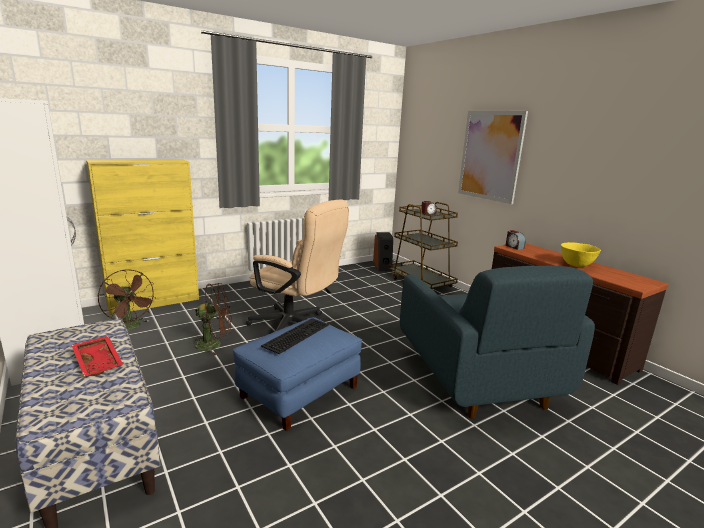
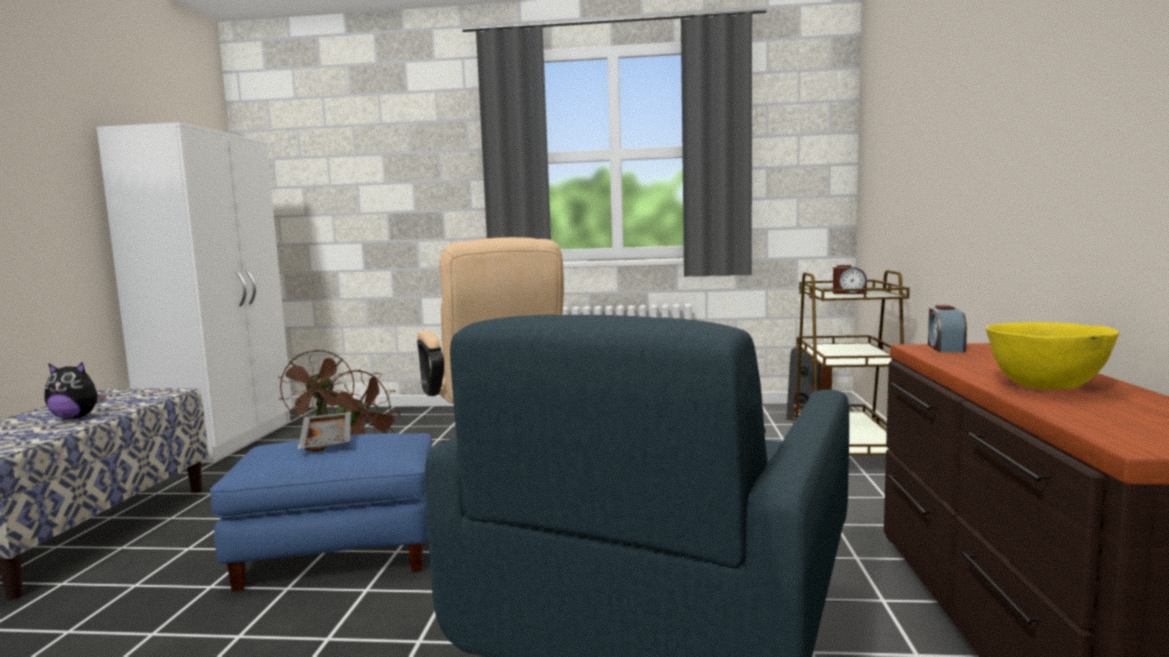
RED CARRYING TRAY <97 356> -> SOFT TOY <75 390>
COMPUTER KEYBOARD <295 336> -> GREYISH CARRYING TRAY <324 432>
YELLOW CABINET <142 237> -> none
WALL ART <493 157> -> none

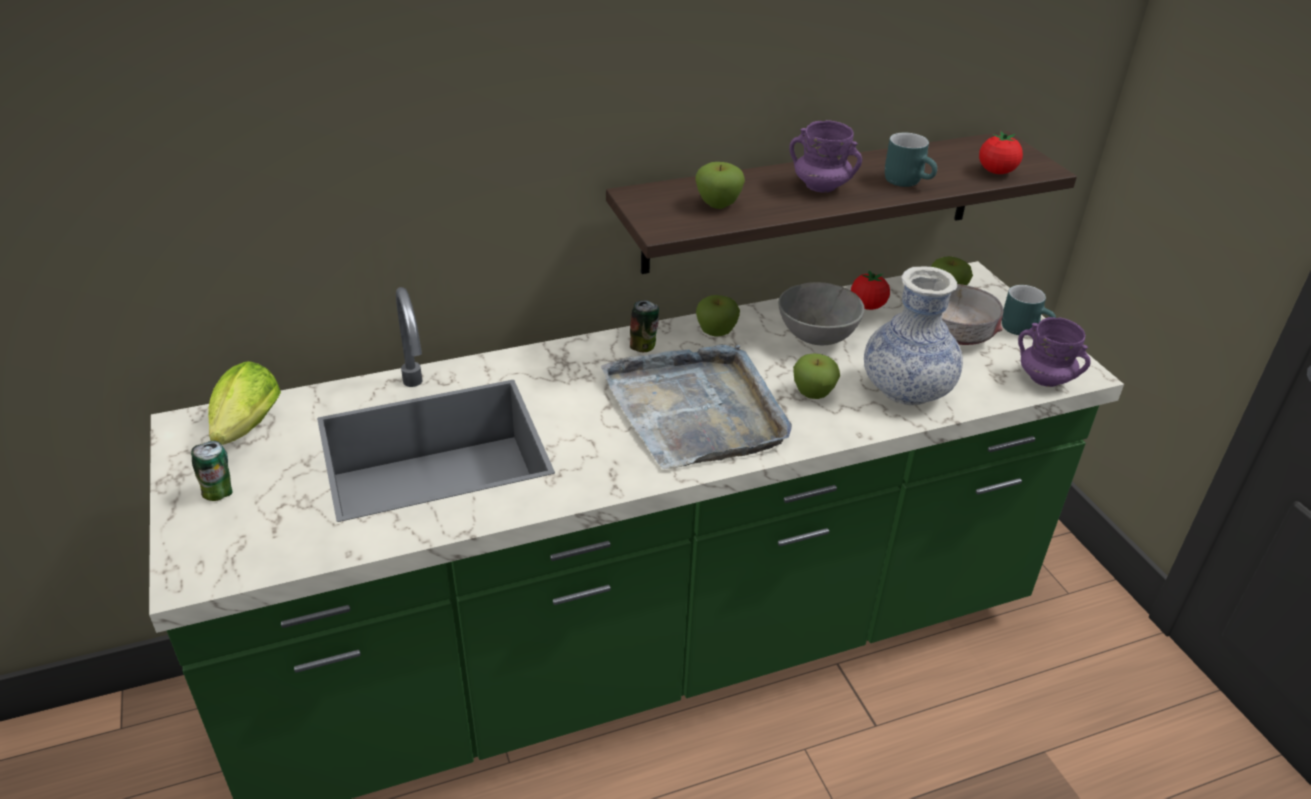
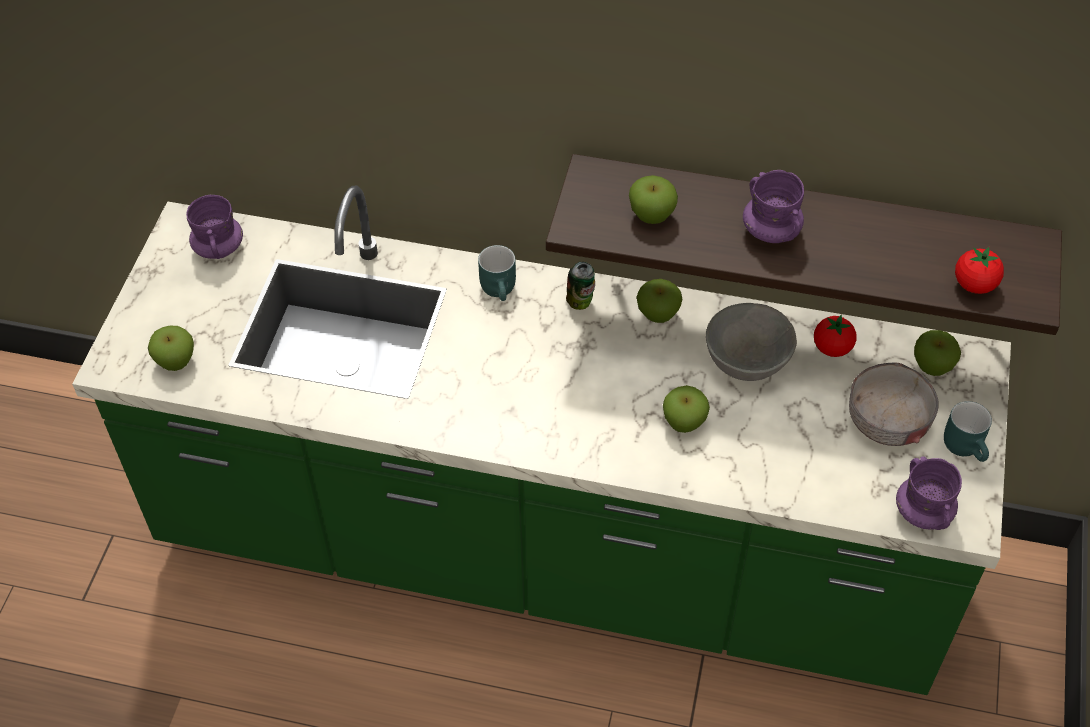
none -> APPLE <171 348>
LETTUCE <245 403> -> PURPLISH TEA MUG <214 227>
TURQUOISE-COLOURED TEA MUG <911 160> -> TURQUOISE-COLOURED TEA MUG <497 273>, relocated
SEALED CAN <211 471> -> none
GREYISH CARRYING TRAY <696 406> -> none
FLOWER VASE <913 336> -> none

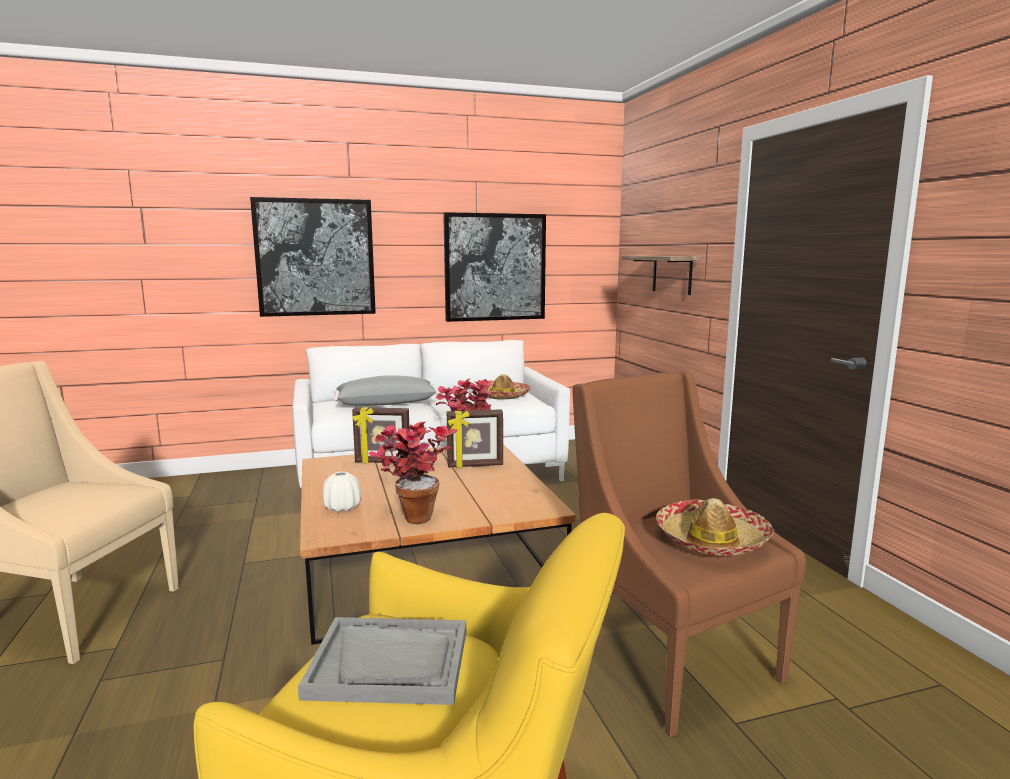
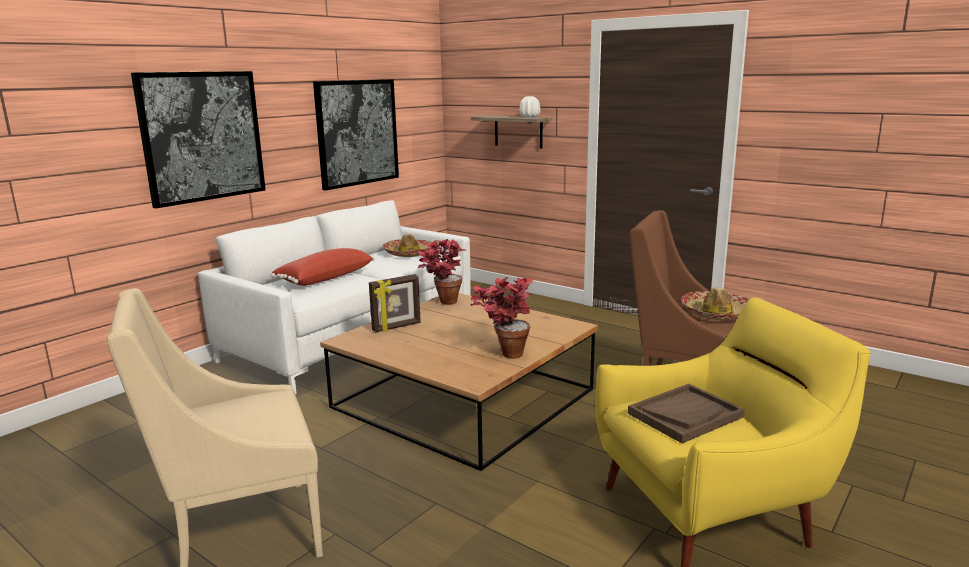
GREYISH PILLOW <386 390> -> RED PILLOW <322 267>
WHITE-COLOURED FLOWER VASE <341 492> -> WHITE-COLOURED FLOWER VASE <530 107>, relocated
GREYISH CARRYING TRAY <382 661> -> BROWNISH CARRYING TRAY <686 413>
PHOTO FRAME <475 438> -> none

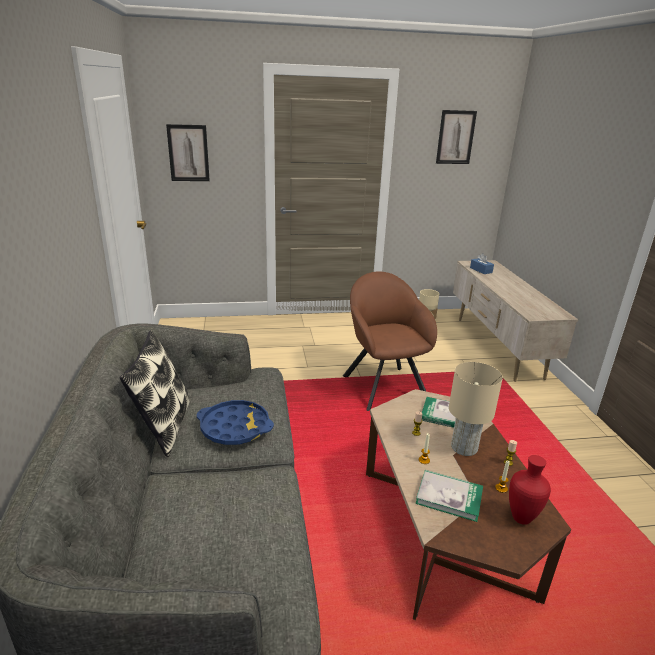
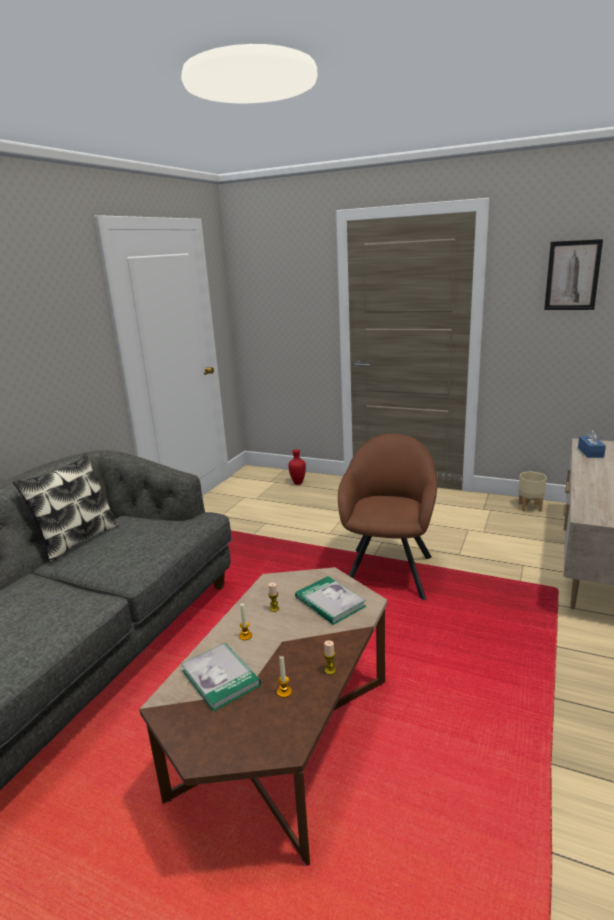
RED FLOWER VASE <530 490> -> RED FLOWER VASE <297 467>, relocated
WALL ART <188 152> -> none
BLUE-COLOURED CARRYING TRAY <235 422> -> none
SAND-COLOURED LAMP FOR A TABLE <476 409> -> none

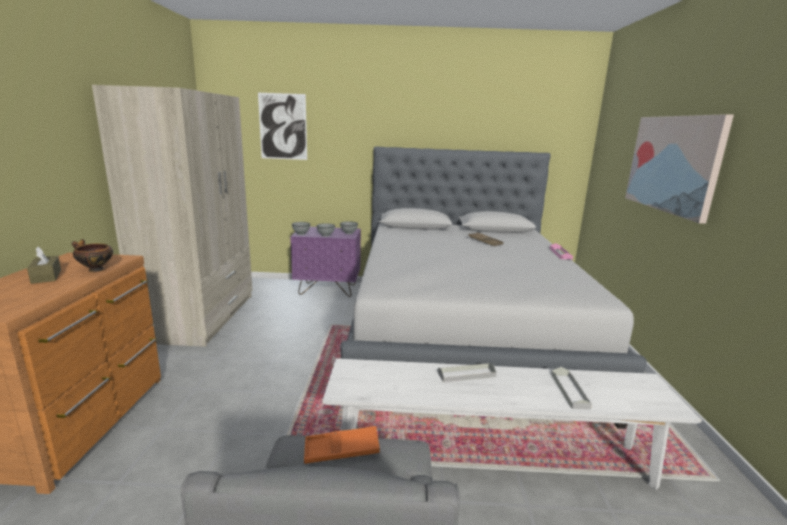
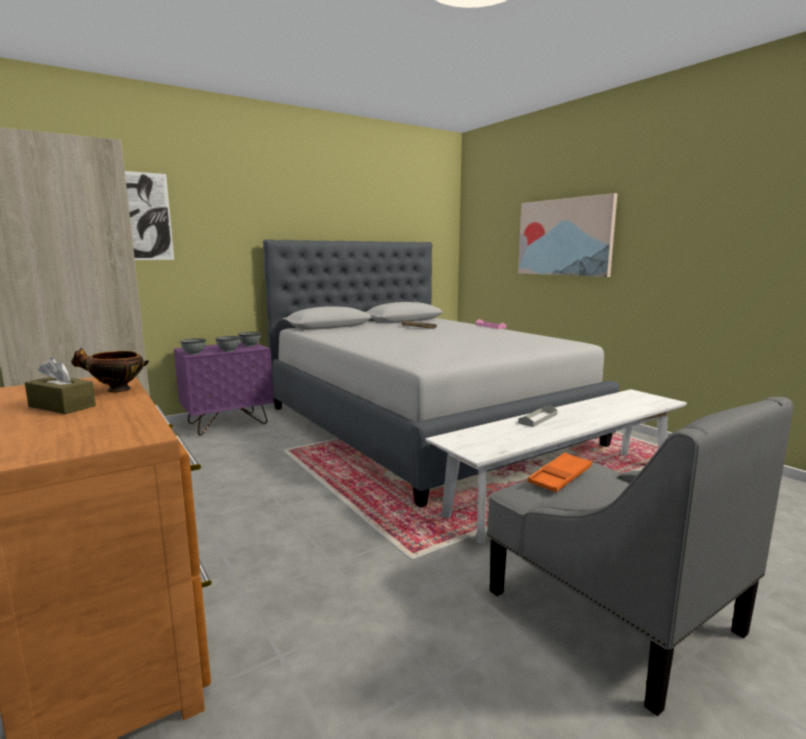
GREYISH CARRYING TRAY <571 388> -> none

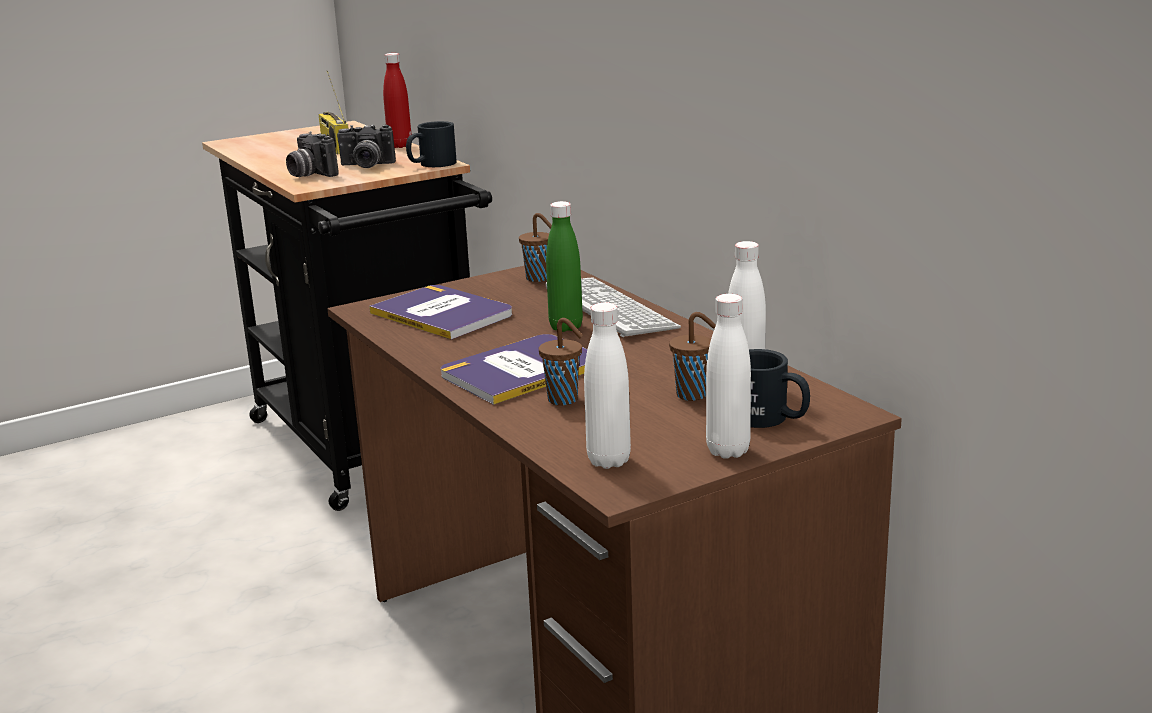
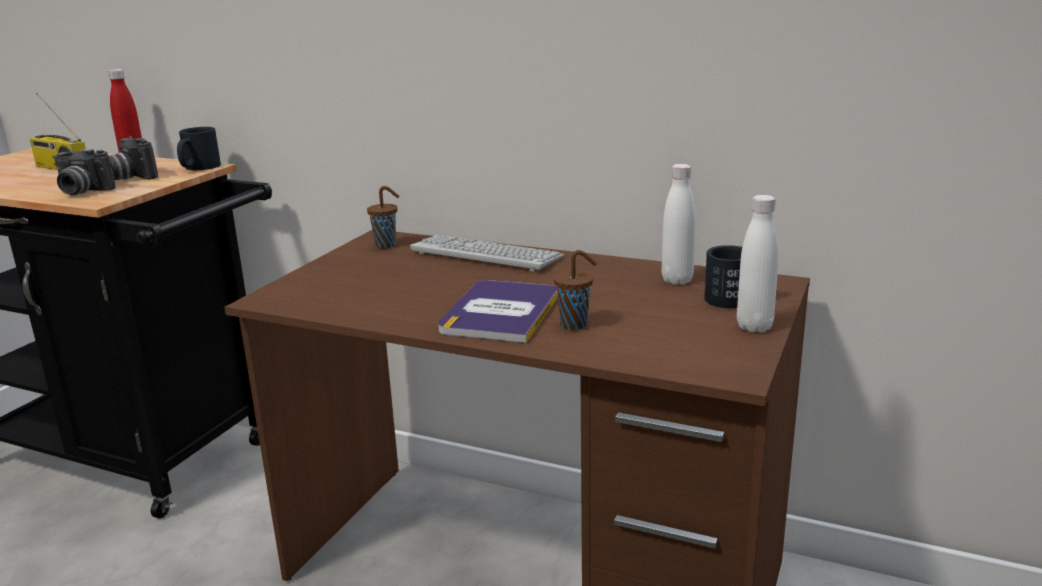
STILL CAMERA <366 146> -> STILL CAMERA <133 158>, 75 degrees clockwise
BOOK <440 312> -> none
GREEN-COLOURED BOTTLE <564 266> -> none
WHITE-COLOURED BOTTLE <607 386> -> none
BROWNISH DRINKING CUP <692 356> -> none

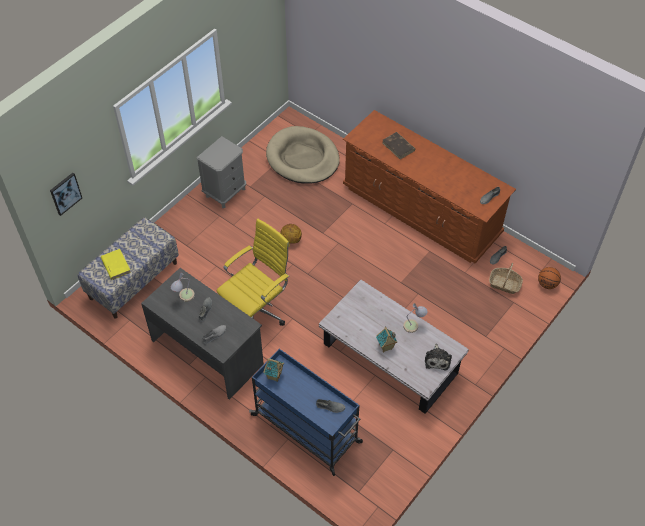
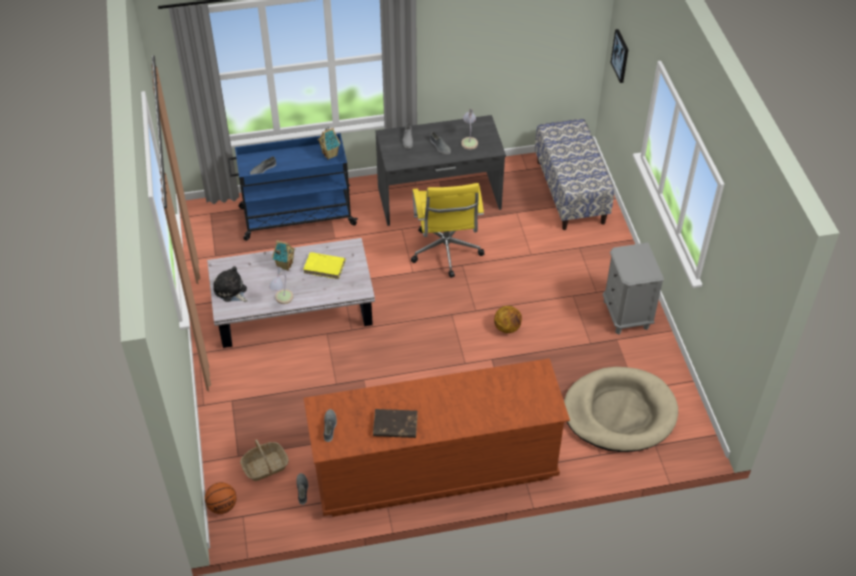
YELLOW BOOK <116 264> -> YELLOW BOOK <324 265>, relocated
BROWNISH BOOK <399 145> -> BROWNISH BOOK <395 423>, relocated

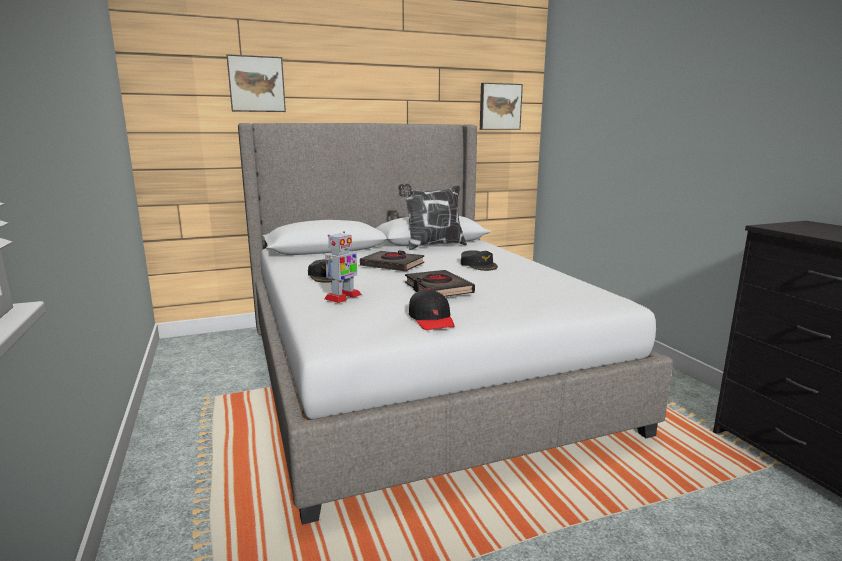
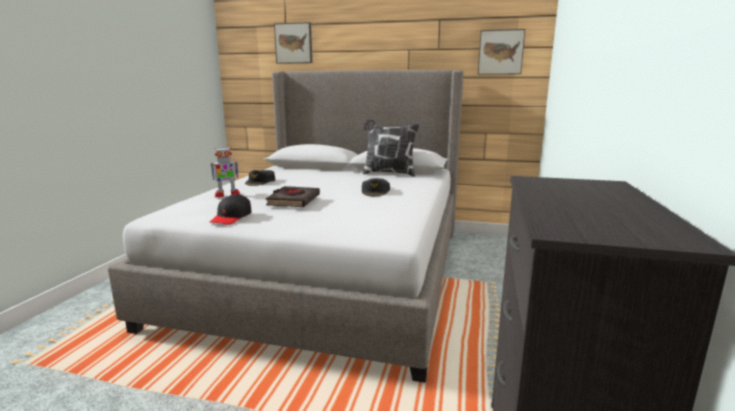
BLACKISH BOOK <392 260> -> none

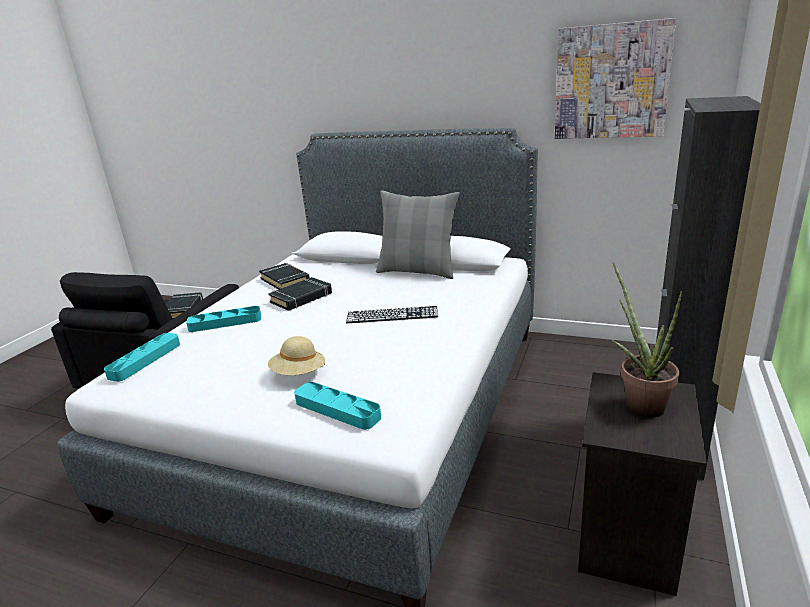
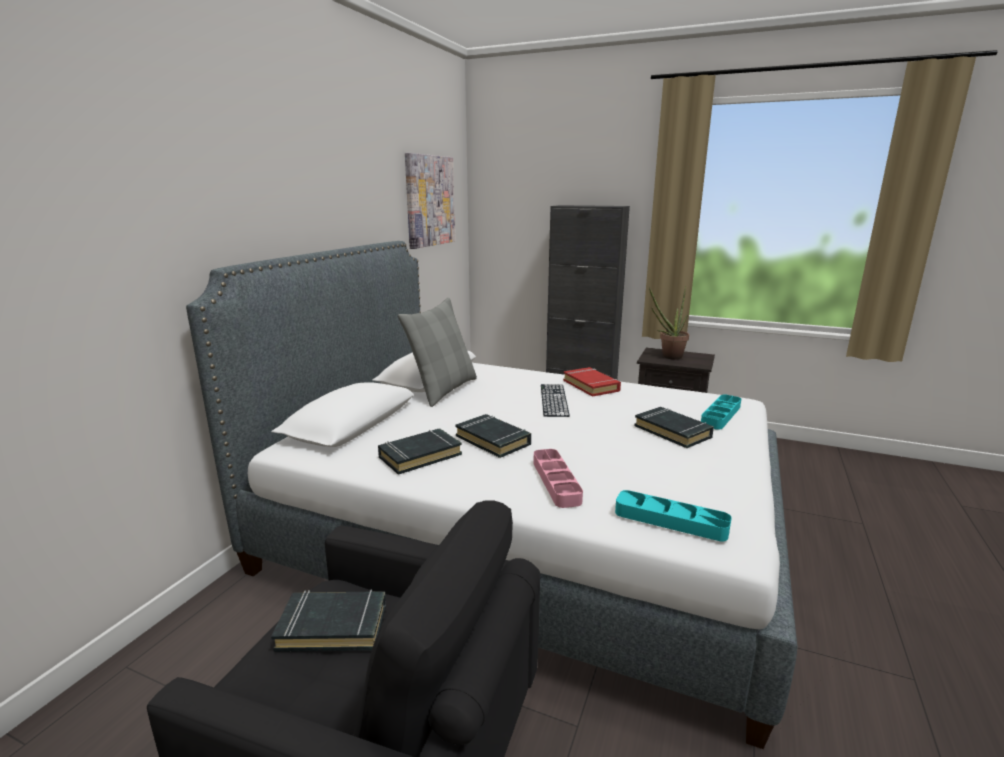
TURQUOISE-COLOURED CARRYING TRAY <223 319> -> PINKISH CARRYING TRAY <558 478>
none -> RED BOOK <592 382>
SAND-COLOURED WEARABLE HAT <296 355> -> BLACKISH BOOK <674 427>

